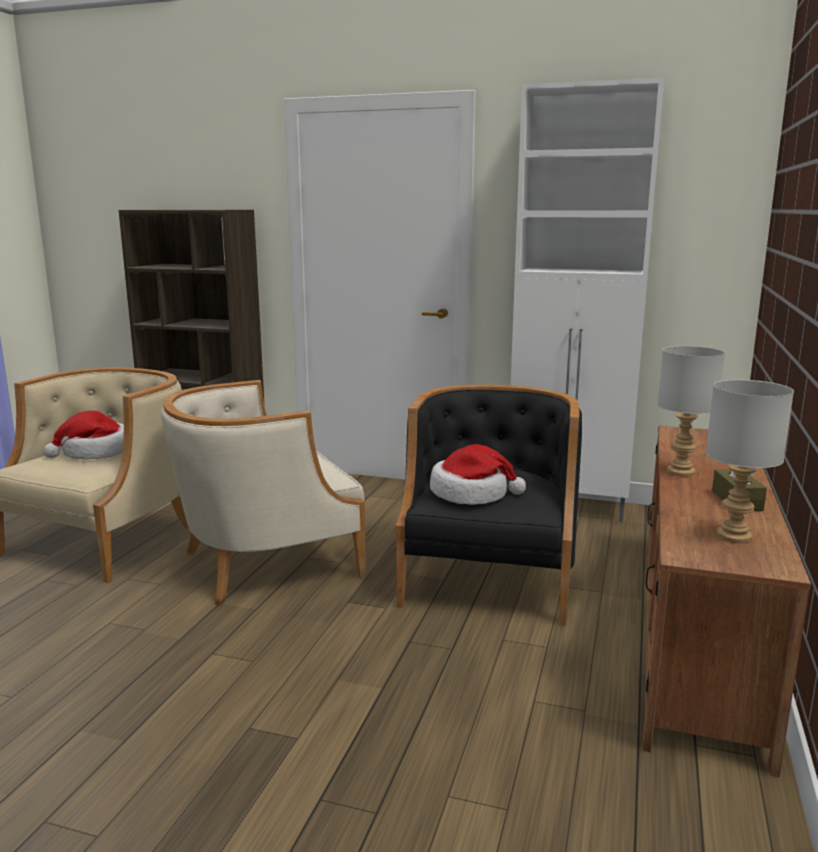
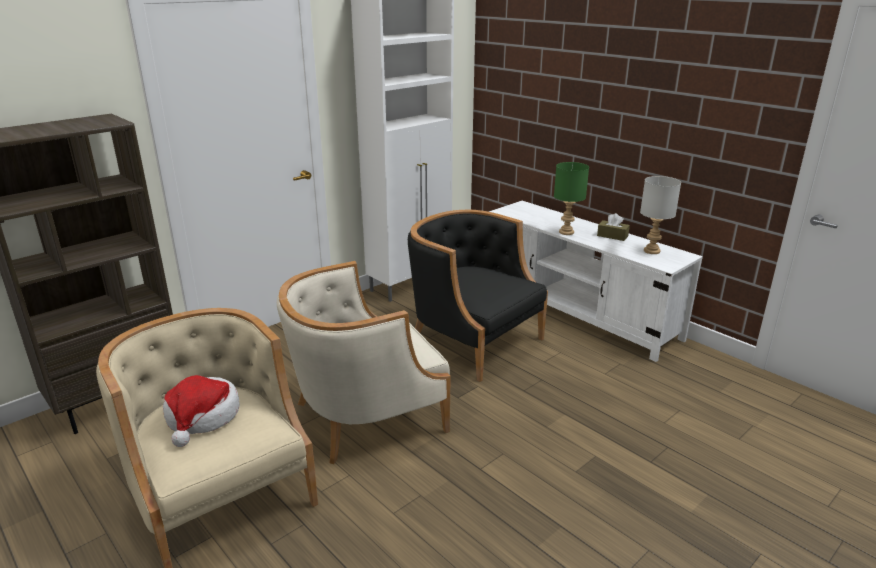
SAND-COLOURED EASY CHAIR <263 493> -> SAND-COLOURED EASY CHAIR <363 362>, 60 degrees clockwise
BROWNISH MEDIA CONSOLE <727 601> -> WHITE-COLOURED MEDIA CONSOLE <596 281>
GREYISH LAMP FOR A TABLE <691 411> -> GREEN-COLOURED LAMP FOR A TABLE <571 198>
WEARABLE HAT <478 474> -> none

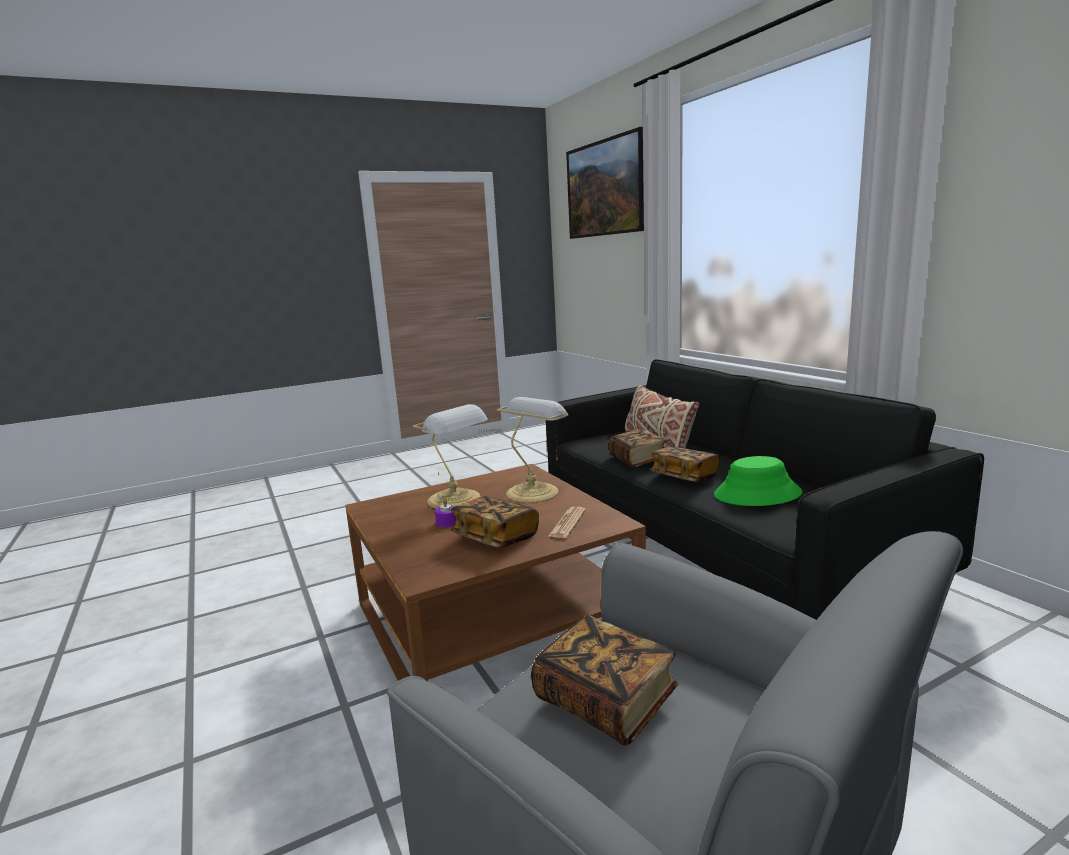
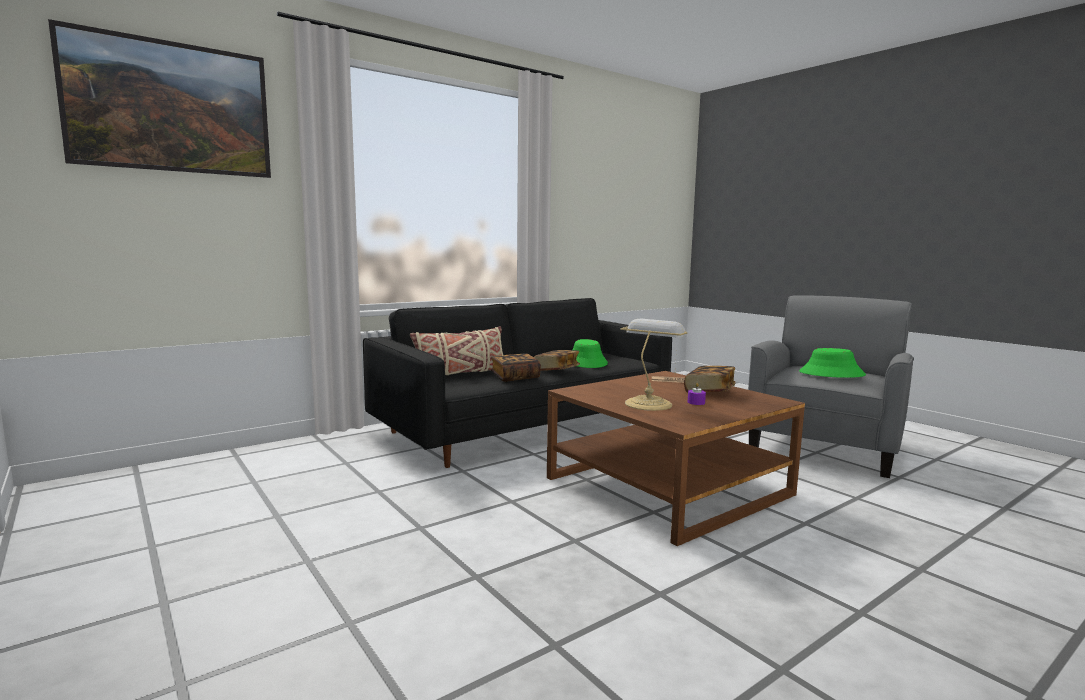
BOOK <604 680> -> GREEN-COLOURED WEARABLE HAT <832 363>
LAMP FOR A TABLE <532 450> -> none

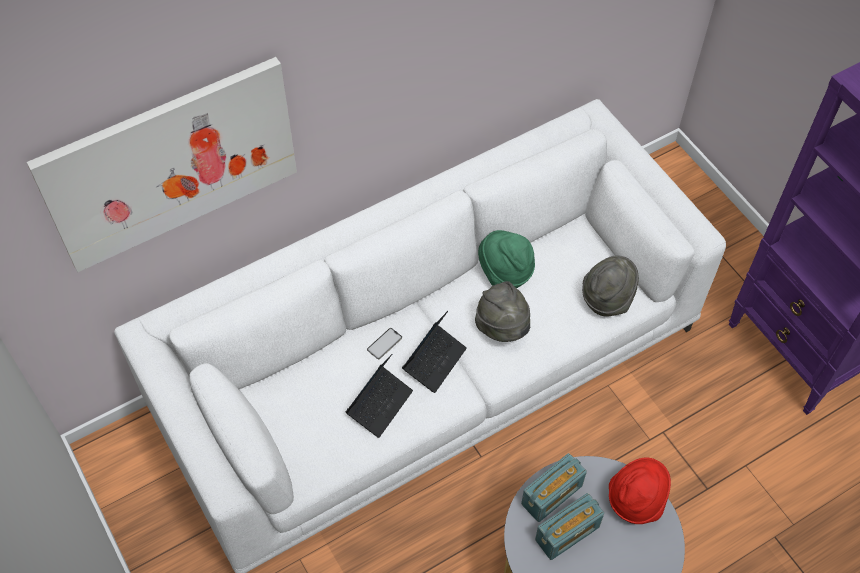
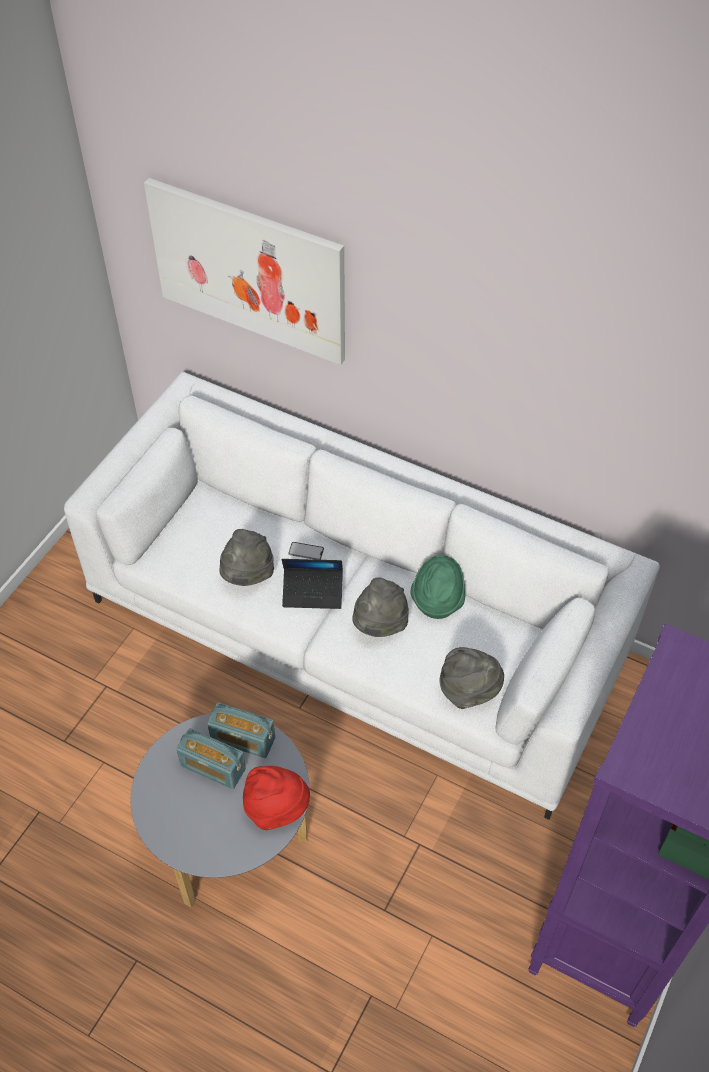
LAPTOP <379 396> -> GREYISH WEARABLE HAT <246 557>

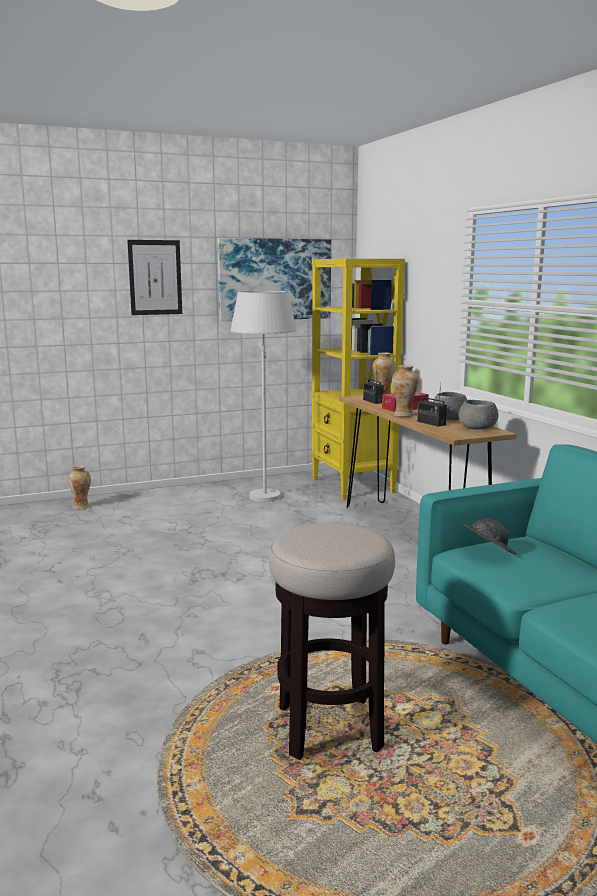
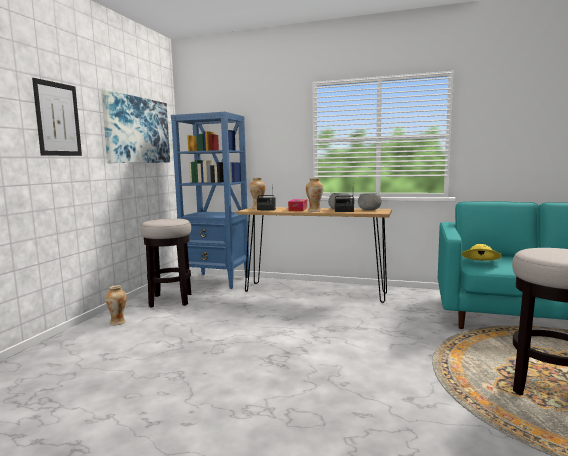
FLOWER VASE <79 487> -> FLOWER VASE <116 305>, relocated
WHITE-COLOURED STANDARD LAMP <264 396> -> STOOL <165 262>
YELLOW BOOKCASE <358 379> -> BLUE-COLOURED BOOKCASE <210 200>
GREYISH WEARABLE HAT <488 536> -> YELLOW WEARABLE HAT <482 252>

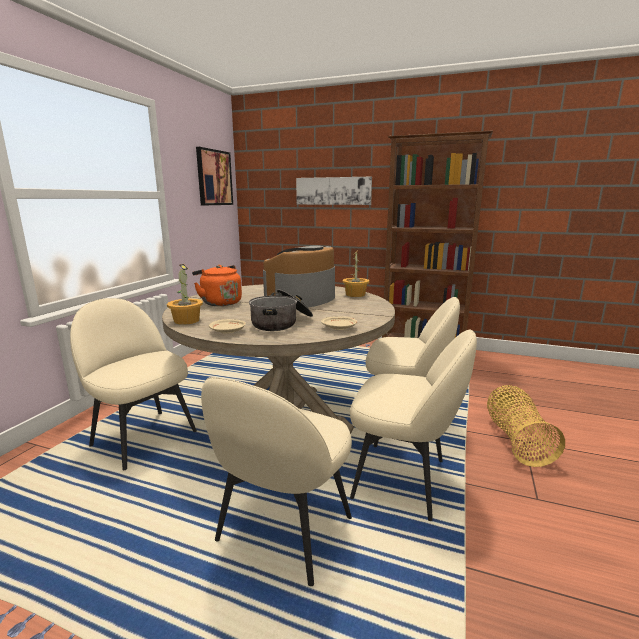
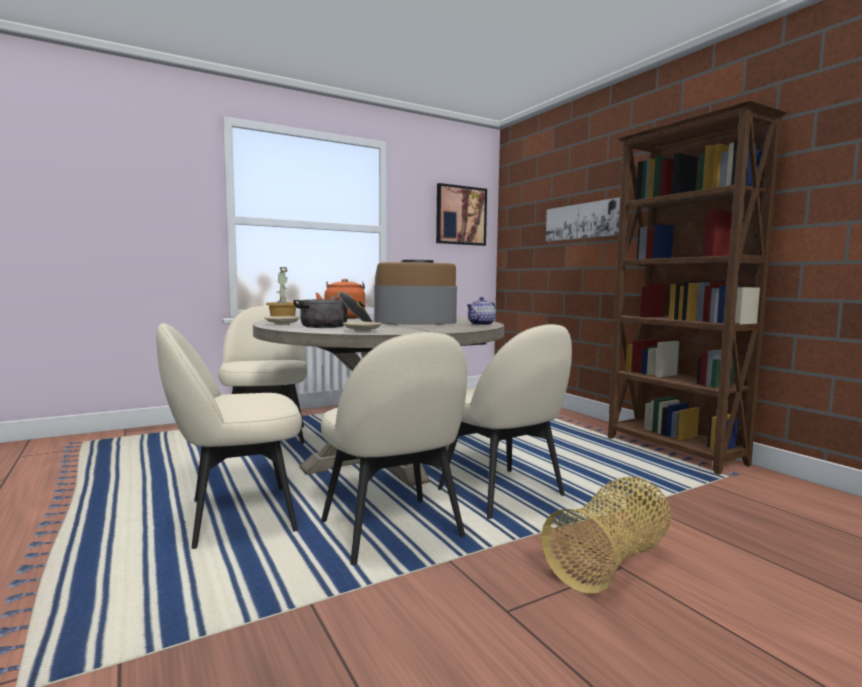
HOUSEPLANT <355 273> -> TEAPOT <481 311>

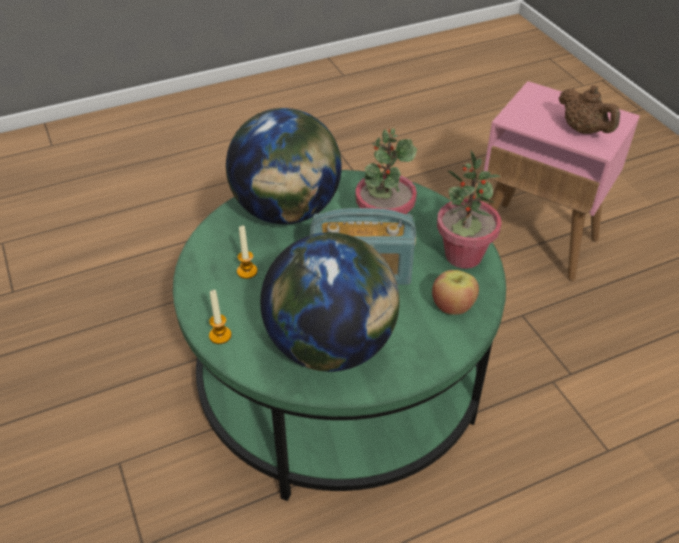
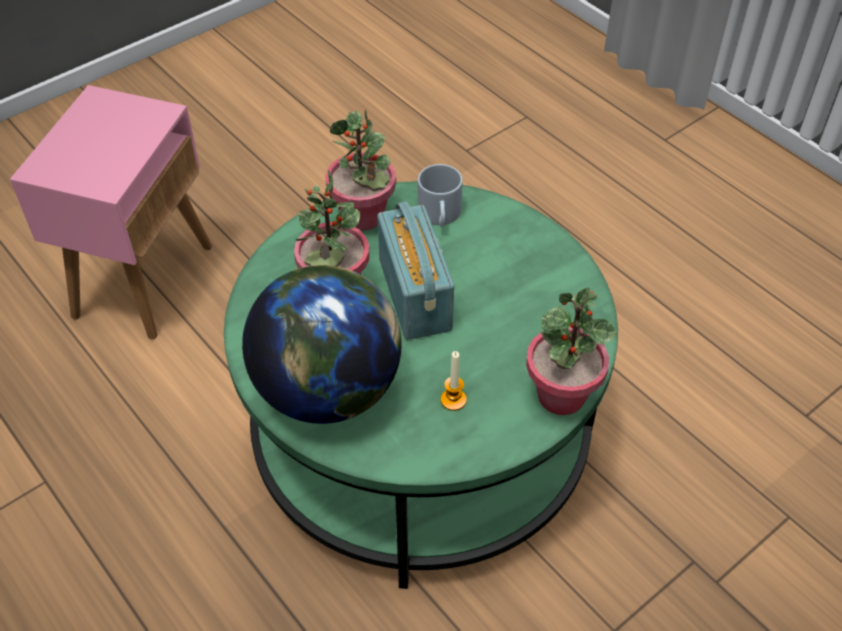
APPLE <455 292> -> GREYISH TEA MUG <440 195>
WAX LIGHT <220 317> -> HOUSEPLANT <571 351>
WORLD GLOBE <330 302> -> none
BROWNISH TEAPOT <589 109> -> none

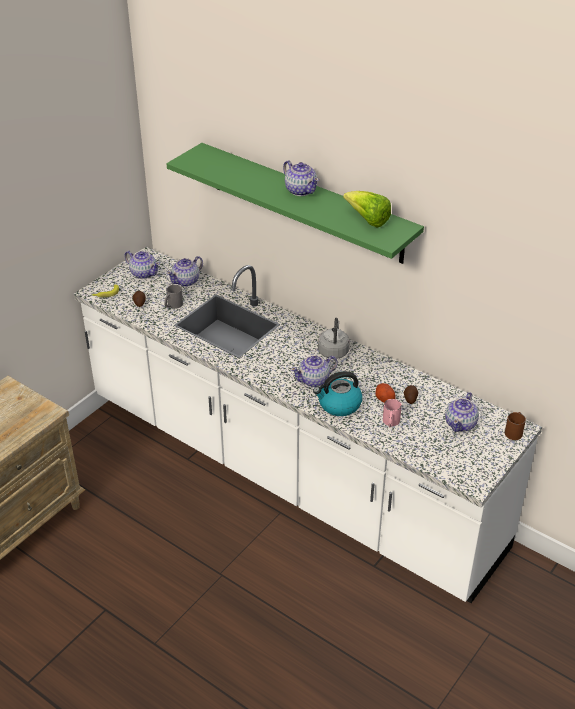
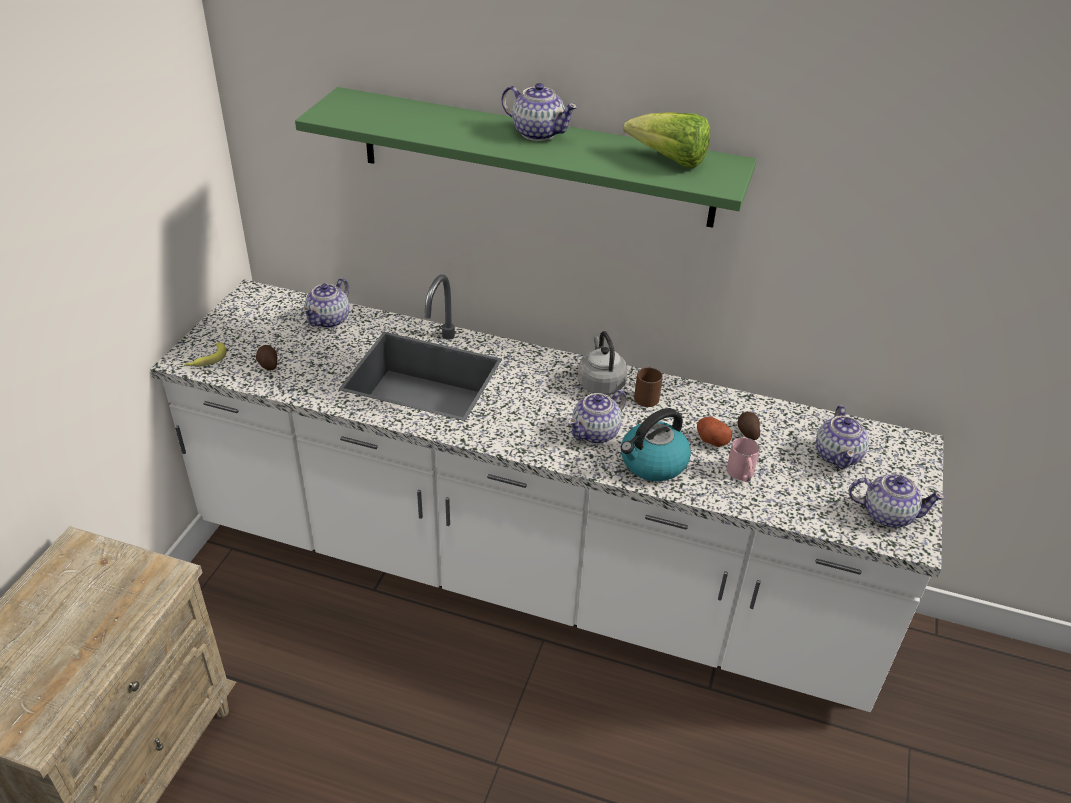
BROWNISH TEA MUG <515 426> -> BROWNISH TEA MUG <648 387>, relocated
TEAPOT <142 265> -> TEAPOT <897 501>, relocated
GREYISH TEA MUG <173 297> -> none

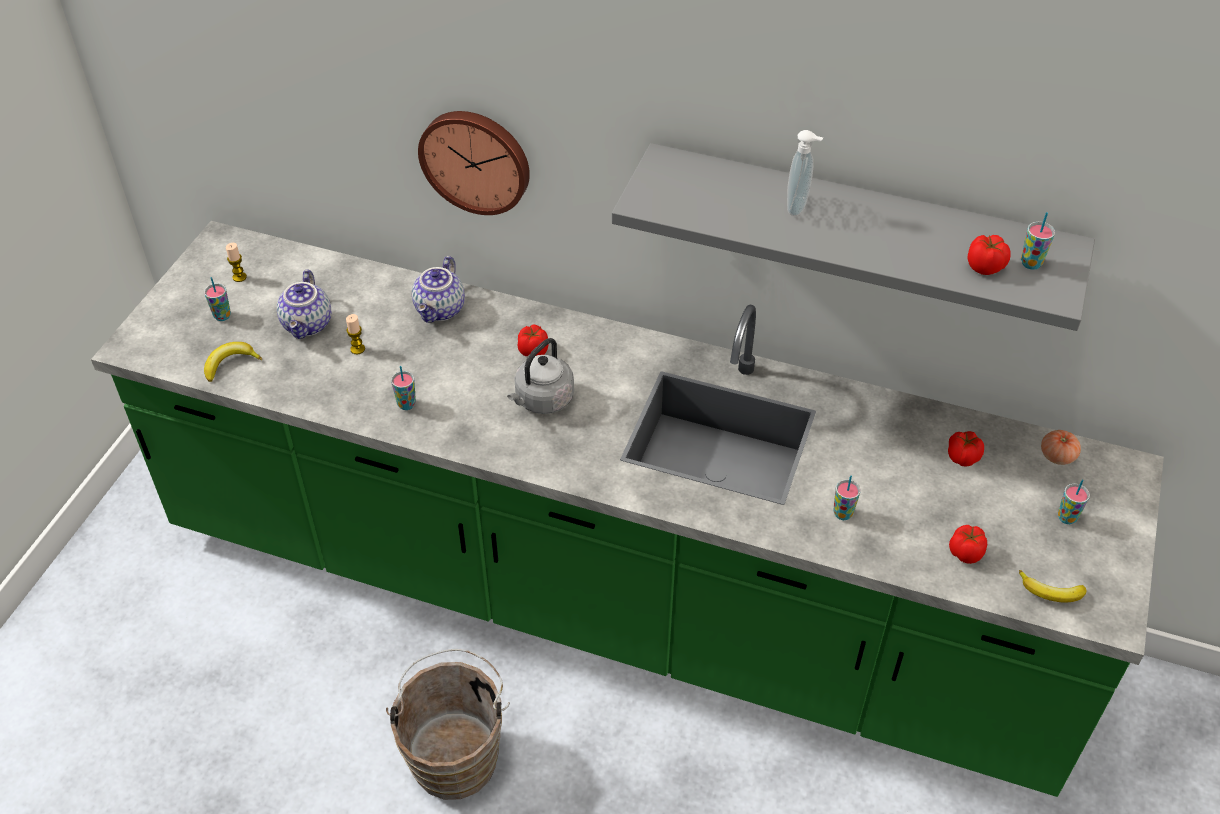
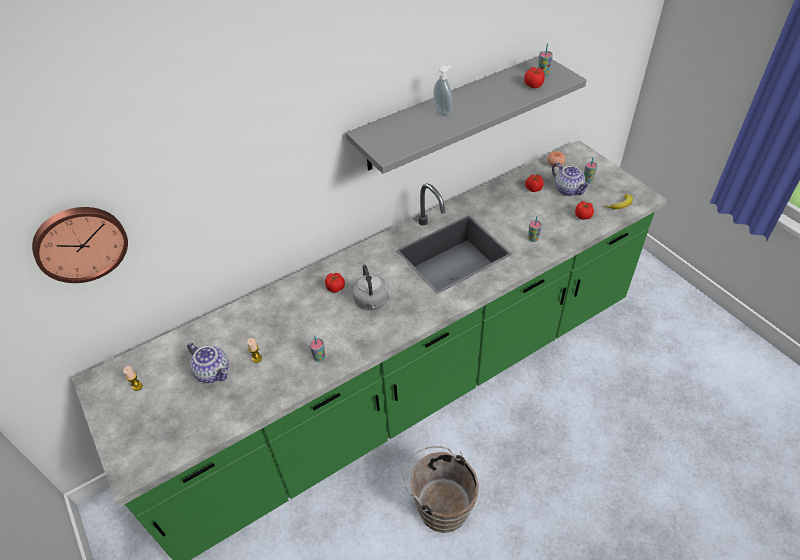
HANGING CLOCK <474 163> -> HANGING CLOCK <80 245>, relocated
TEAPOT <438 289> -> TEAPOT <571 179>, relocated
DRINKING CUP <217 299> -> none
BANANA <233 362> -> none

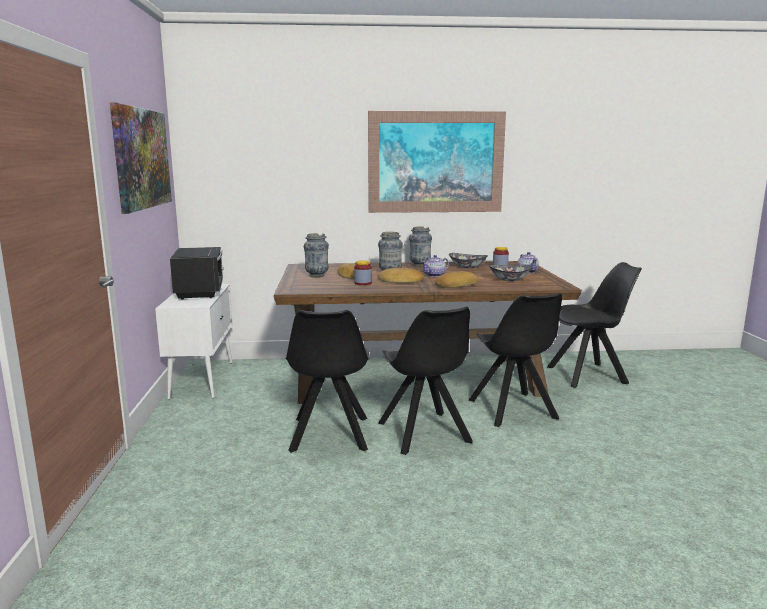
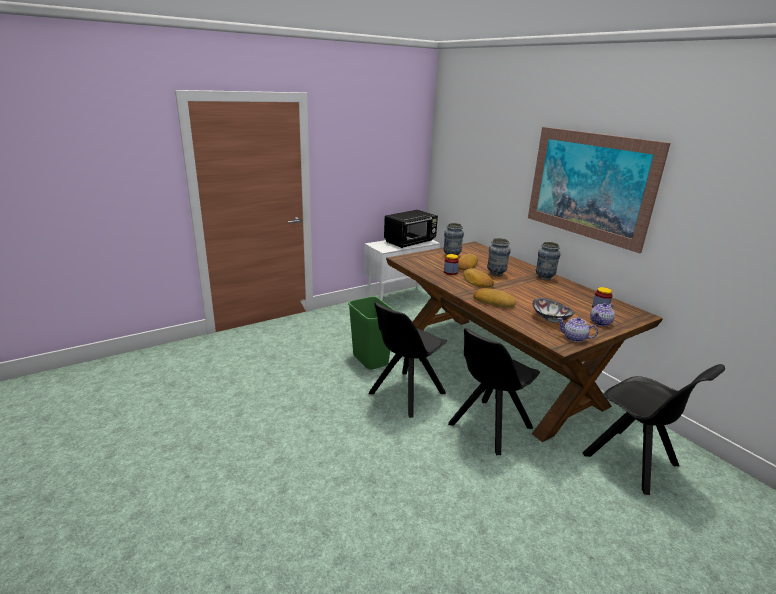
BLACKISH PLAIN CHAIR <328 381> -> GREEN-COLOURED TRASH CAN <372 333>
TEAPOT <435 266> -> TEAPOT <577 329>, relocated
WALL ART <141 158> -> none
BOWL <468 260> -> none

